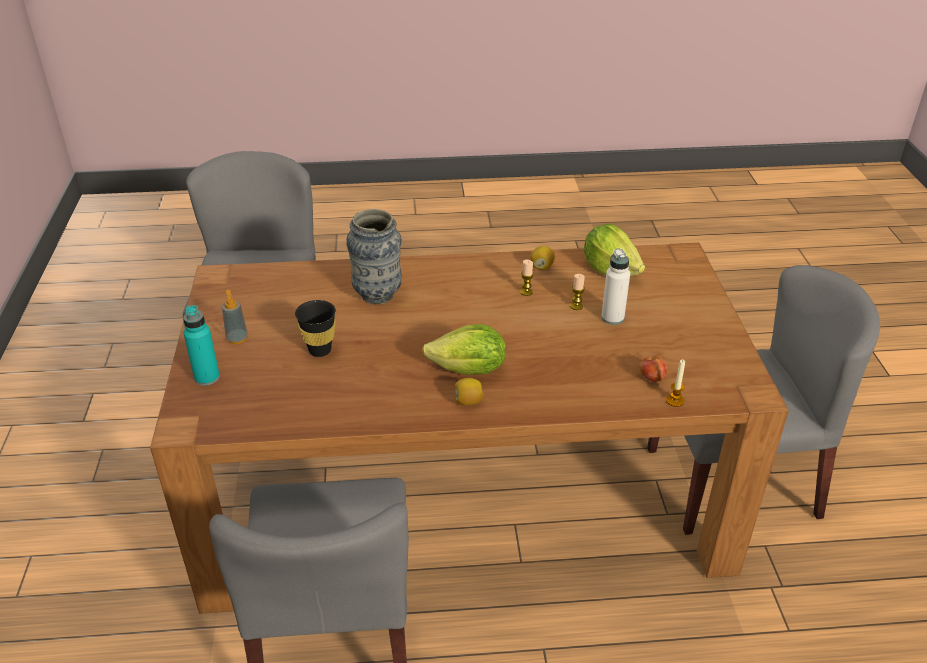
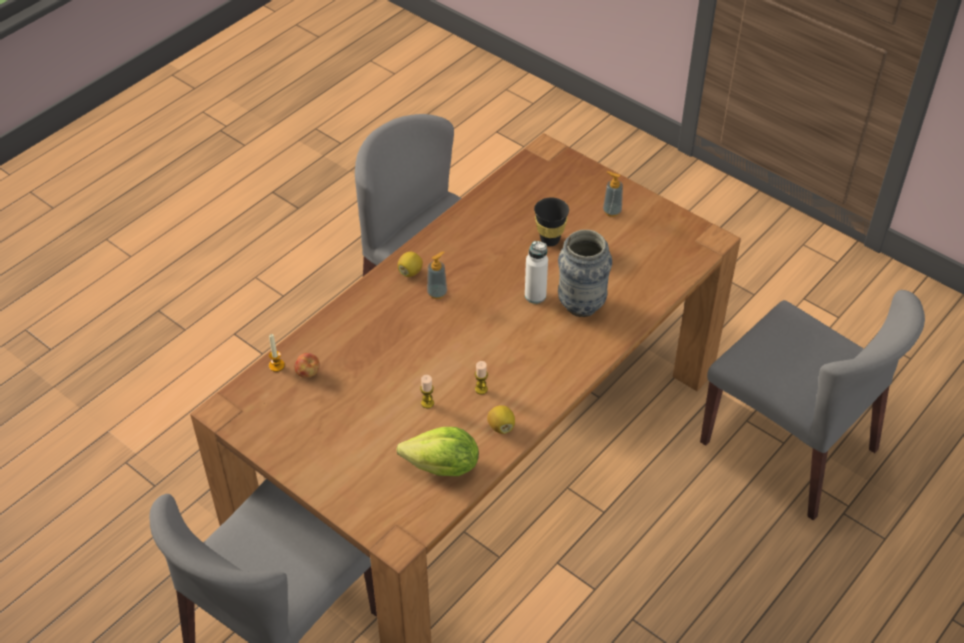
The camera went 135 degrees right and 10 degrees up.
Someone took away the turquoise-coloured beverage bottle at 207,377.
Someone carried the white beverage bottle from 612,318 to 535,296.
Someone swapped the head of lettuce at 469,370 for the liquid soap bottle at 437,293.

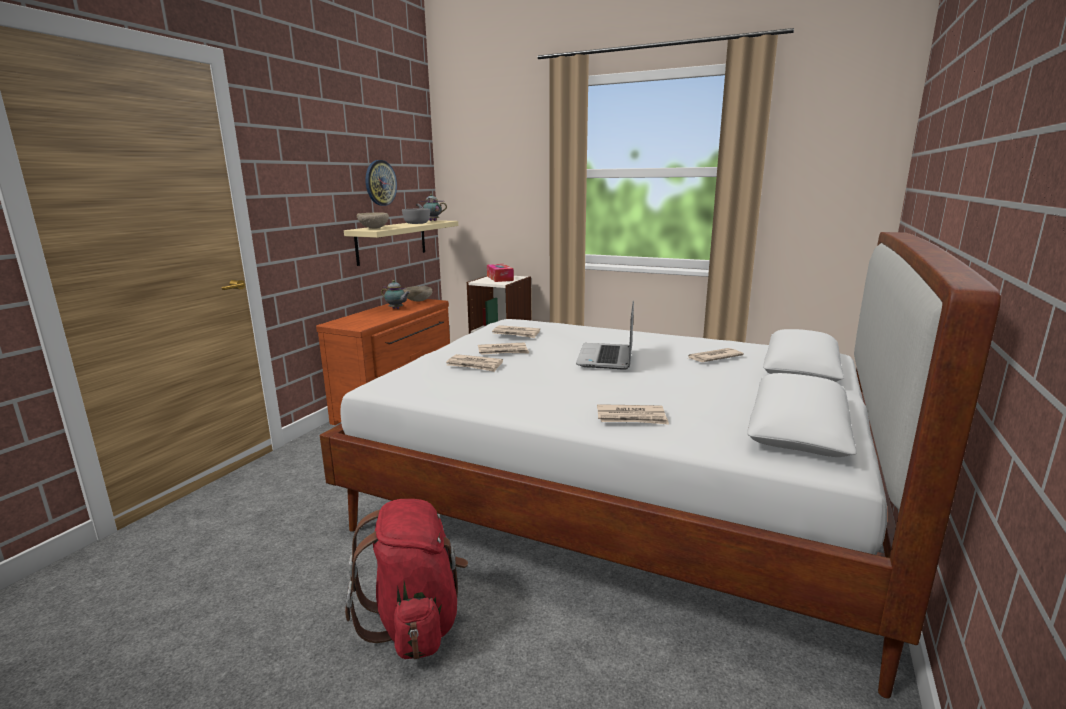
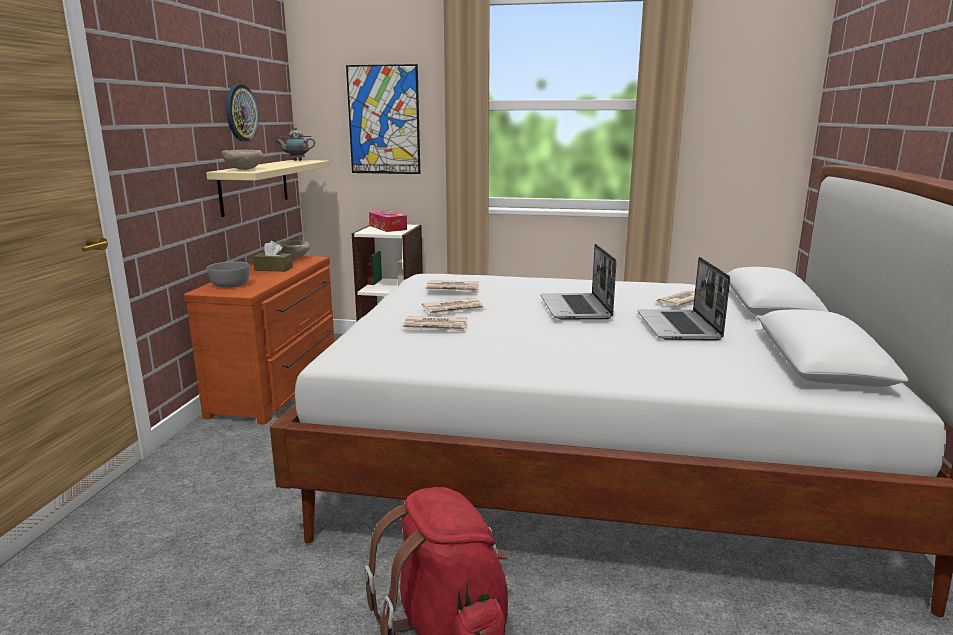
The camera went 15 degrees left and 0 degrees up.
Someone took away the printed paper at 632,418.
Someone put up the wall art at 384,120.
Someone put down the portable computer at 679,327.
Someone carried the gray deep dish from 416,223 to 230,285.
Someone swapped the pot for tea at 396,309 for the brownish tissue box at 273,269.

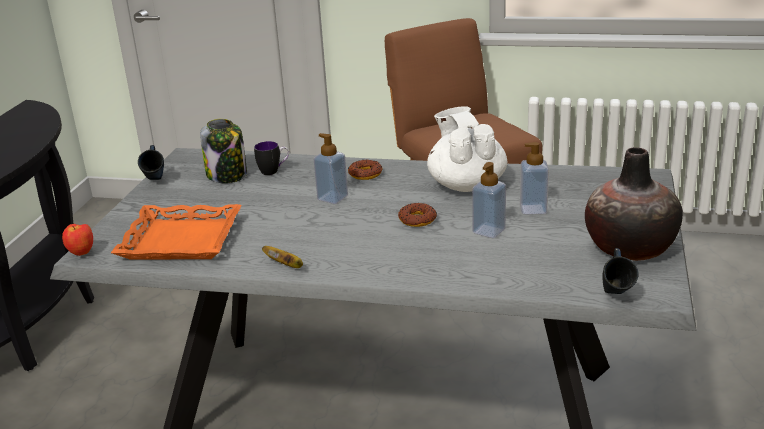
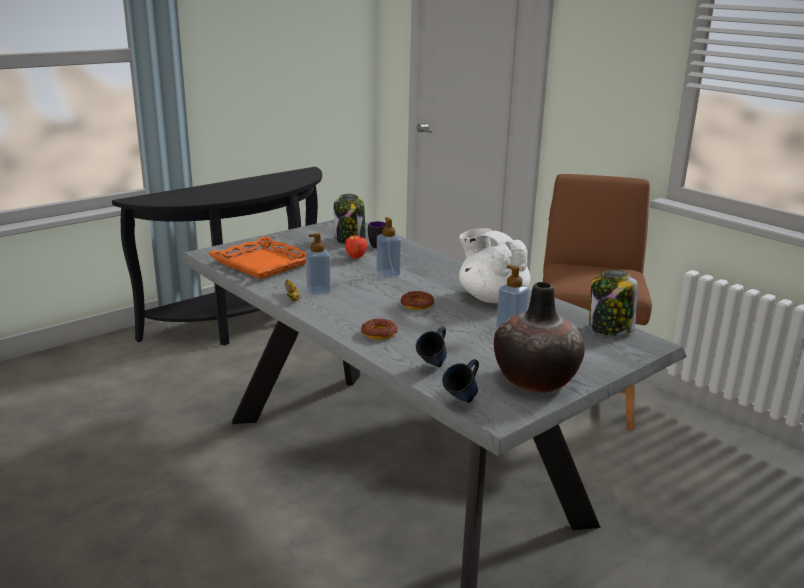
The camera went 35 degrees right and 5 degrees down.
Someone put down the preserve jar at 610,329.
Someone carried the whole apple from 82,253 to 356,258.
Someone carried the blue coffee mug from 155,181 to 433,368.
Someone carried the ring doughnut from 365,174 to 379,333.
Someone carried the liquid soap bottle from 489,231 to 318,291.
Someone rotated the white pot for tea at 466,184 by 60 degrees counterclockwise.

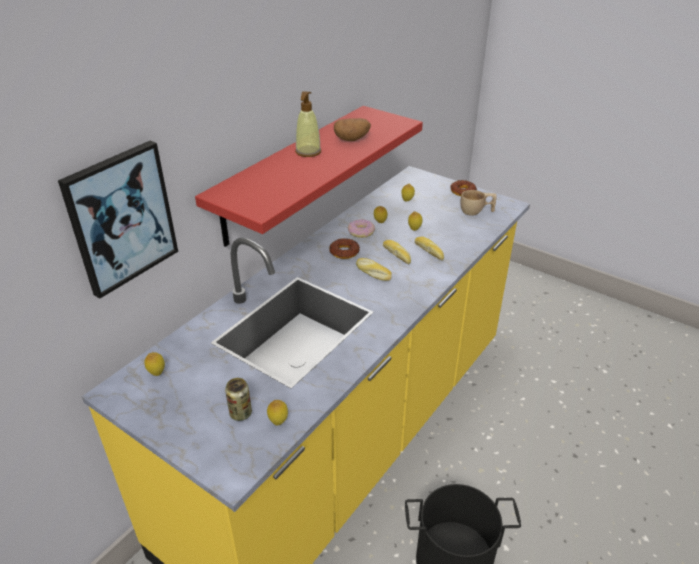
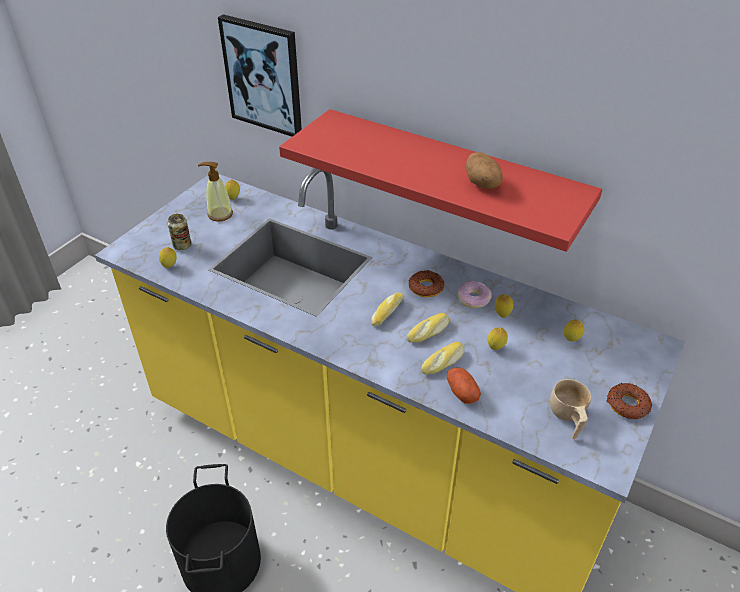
The camera went 85 degrees right and 5 degrees up.
Someone put down the spud at 462,392.
Someone carried the liquid soap bottle from 308,152 to 220,214.

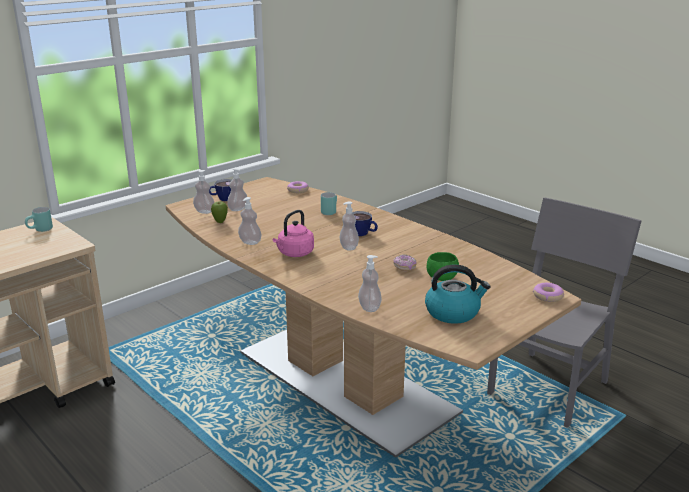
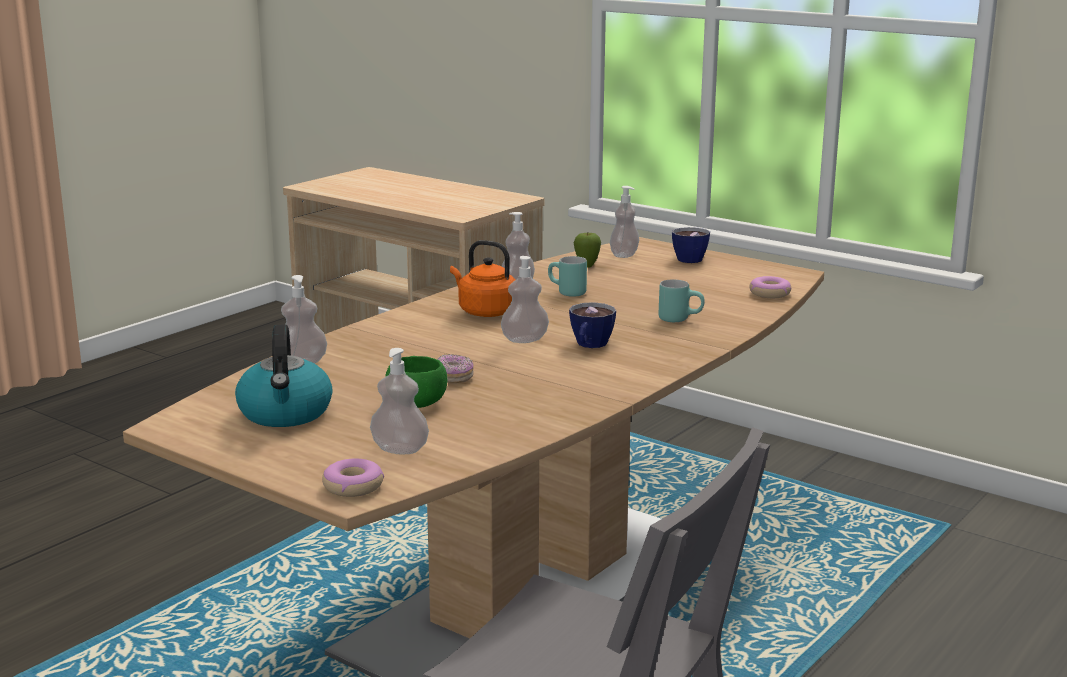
The camera went 80 degrees right and 5 degrees down.
Someone carried the turquoise-coloured coffee mug from 41,230 to 565,293.
Someone carried the liquid soap bottle from 238,209 to 400,449.
Someone repainted the pink tea kettle at 294,253, which became the orangey tea kettle at 485,312.

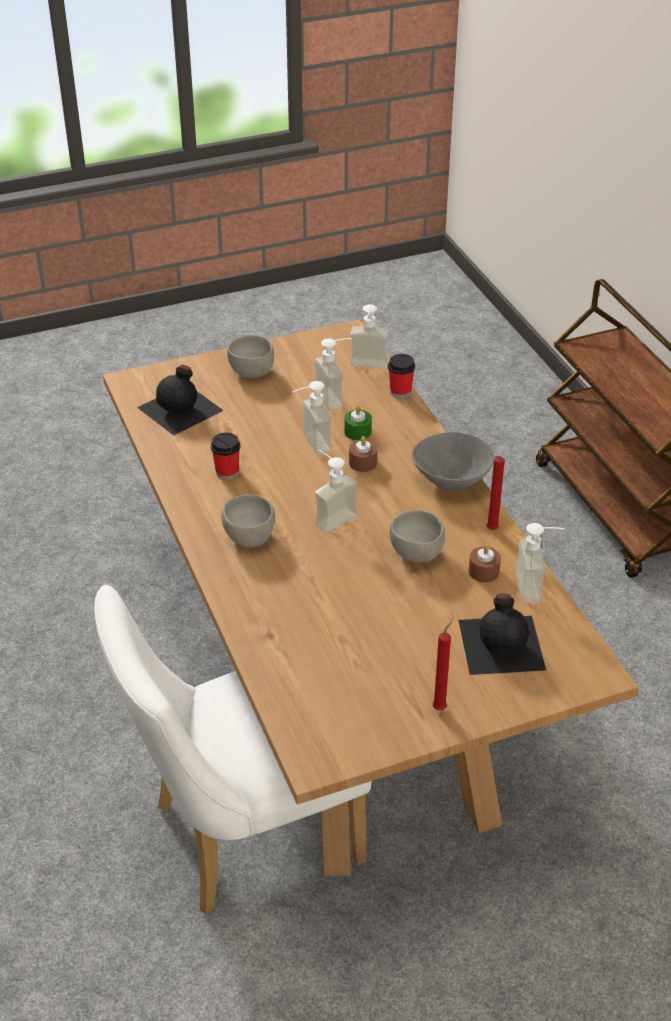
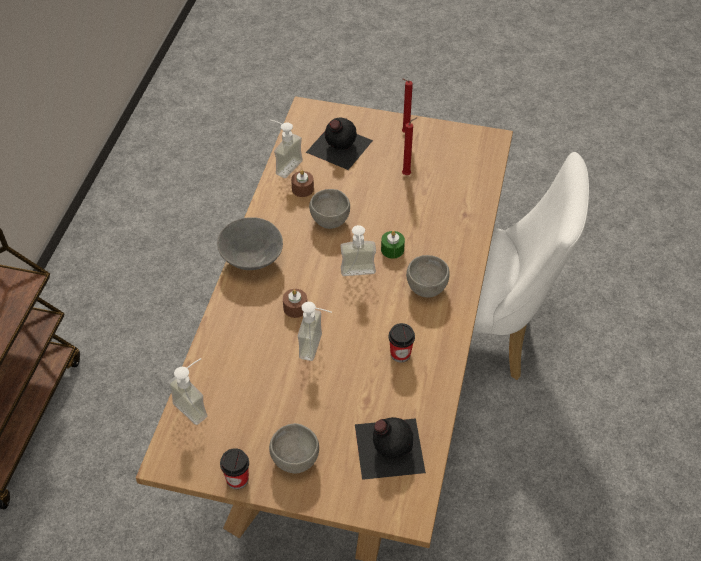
The camera went 145 degrees left and 10 degrees up.
Someone took away the liquid soap bottle at 336,397.
Someone carried the greenish wax light from 357,432 to 392,249.
Someone carried the drinking cup from 400,392 to 237,479.
Someone carried the red wax light from 491,531 to 407,174.

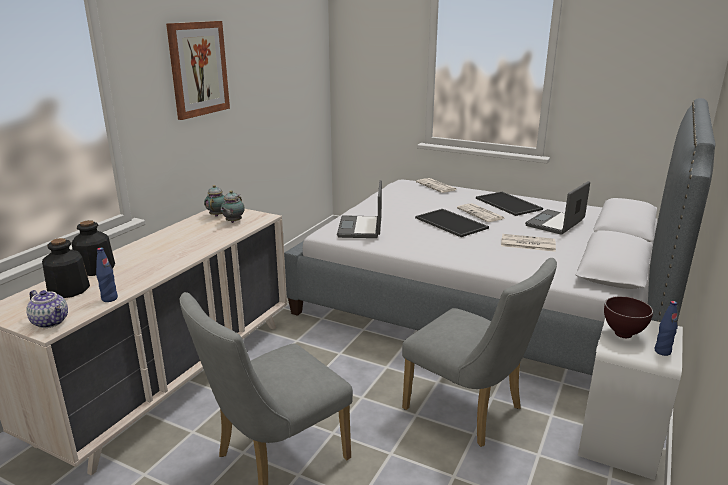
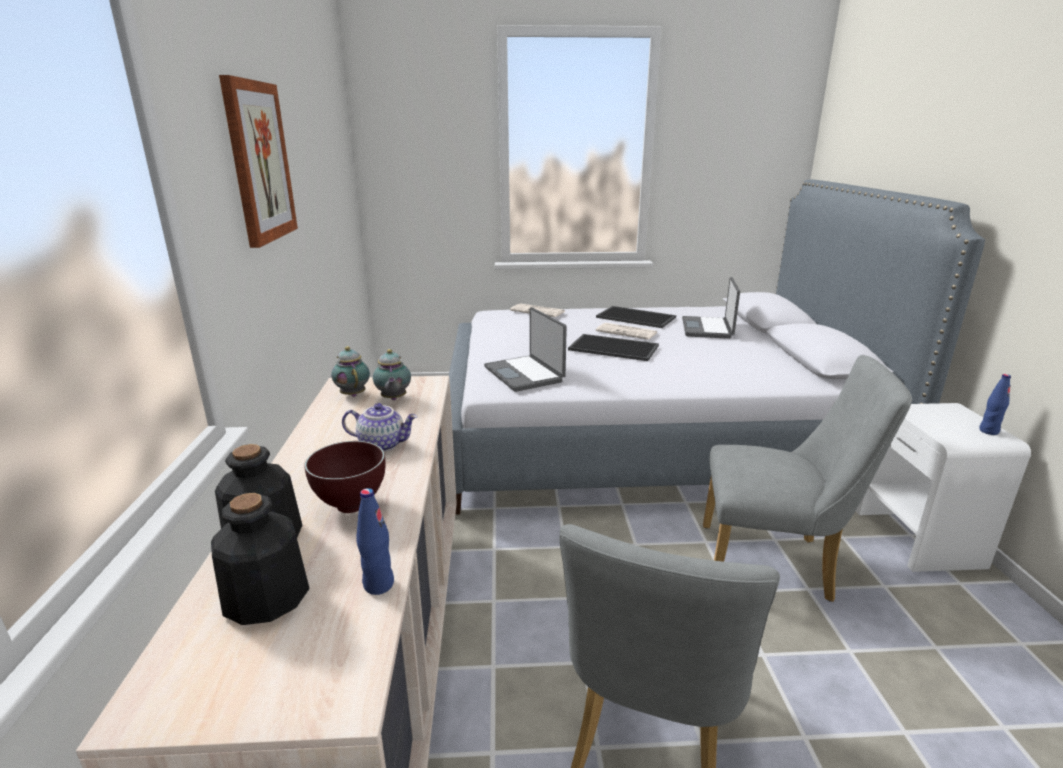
The camera went 30 degrees left and 0 degrees up.
Someone took away the printed paper at 527,243.
Someone carried the pot for tea from 51,322 to 383,444.
Someone carried the brownish deep dish from 624,335 to 353,507.

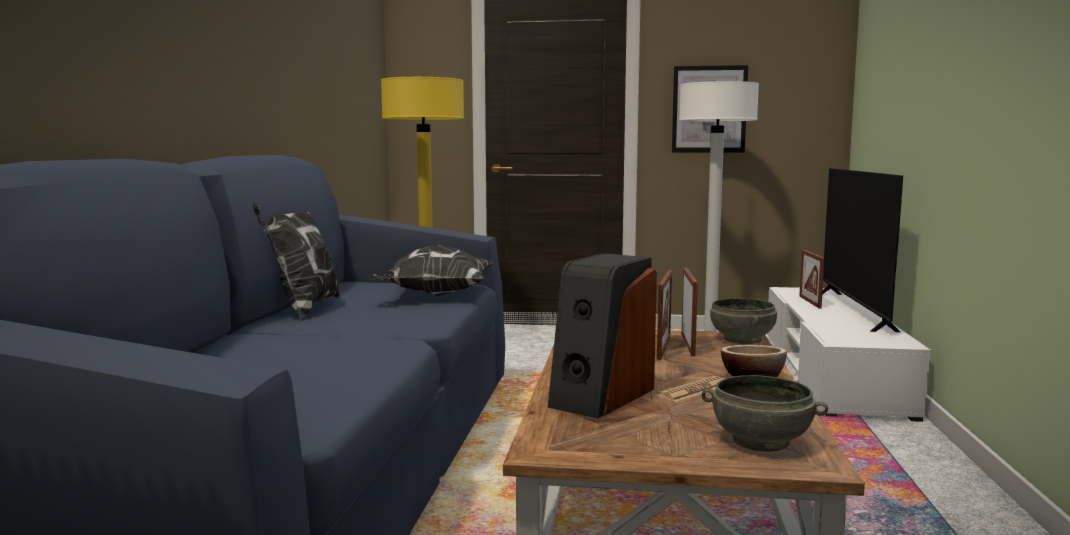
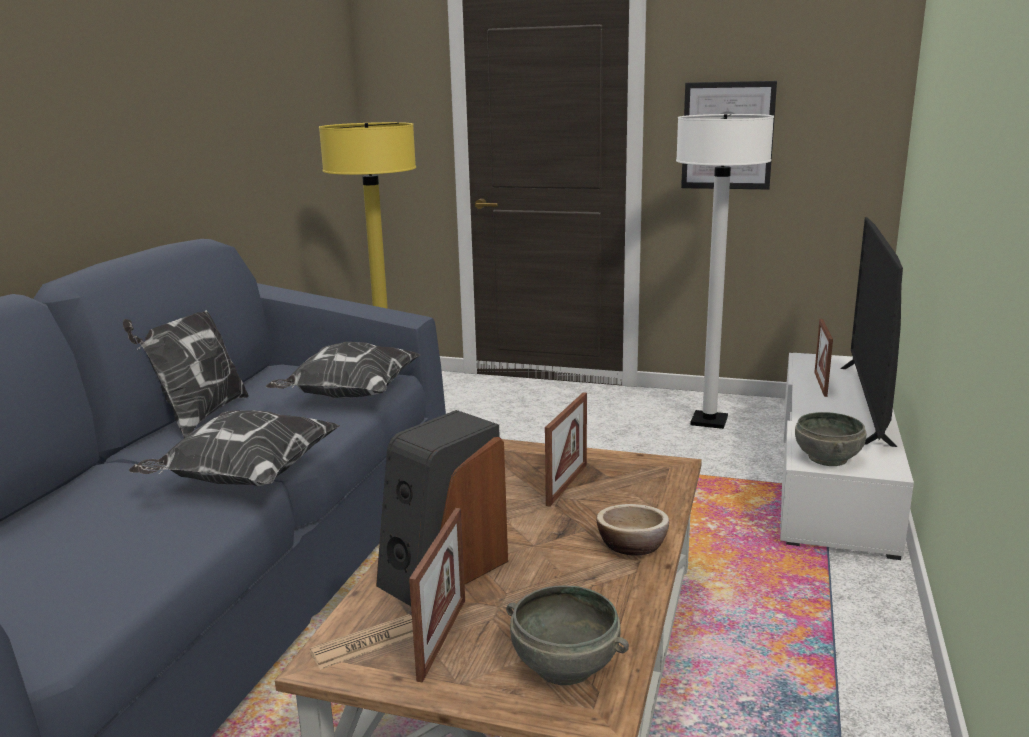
The camera went 10 degrees right and 10 degrees up.
Someone put down the throw pillow at 243,479.
Someone carried the printed paper from 694,391 to 366,643.
Someone carried the standing frame from 688,344 to 442,638.
Someone carried the gray deep dish from 743,339 to 828,458.

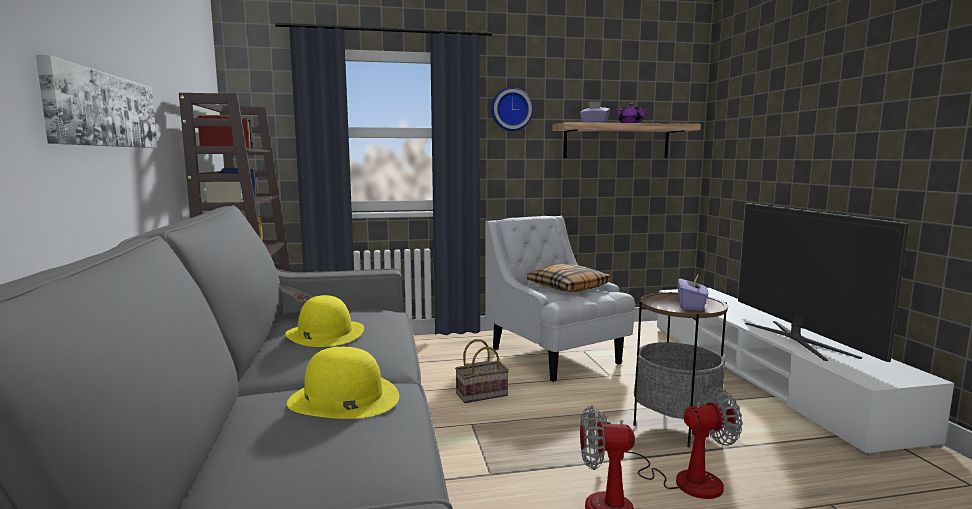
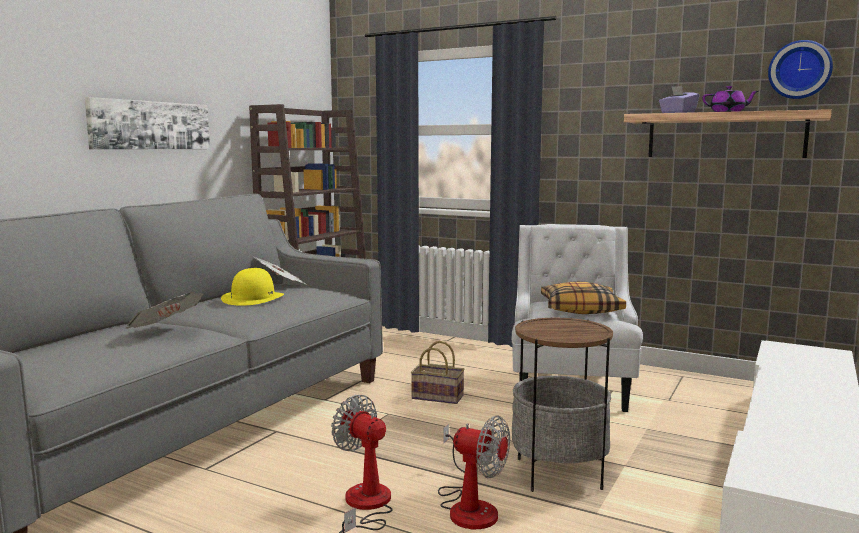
The camera went 40 degrees right and 0 degrees up.
Someone took away the purplish tissue box at 691,305.
Someone took away the TV set at 798,339.
Someone carried the wall clock from 511,109 to 799,70.
Someone swapped the yellow clothing hat at 343,398 for the printed paper at 165,330.

